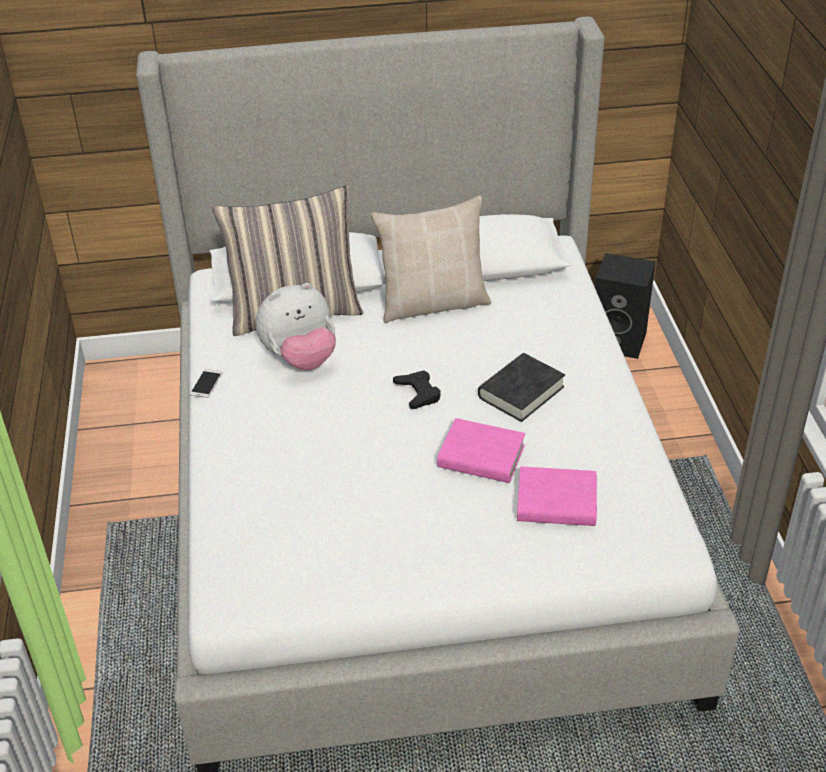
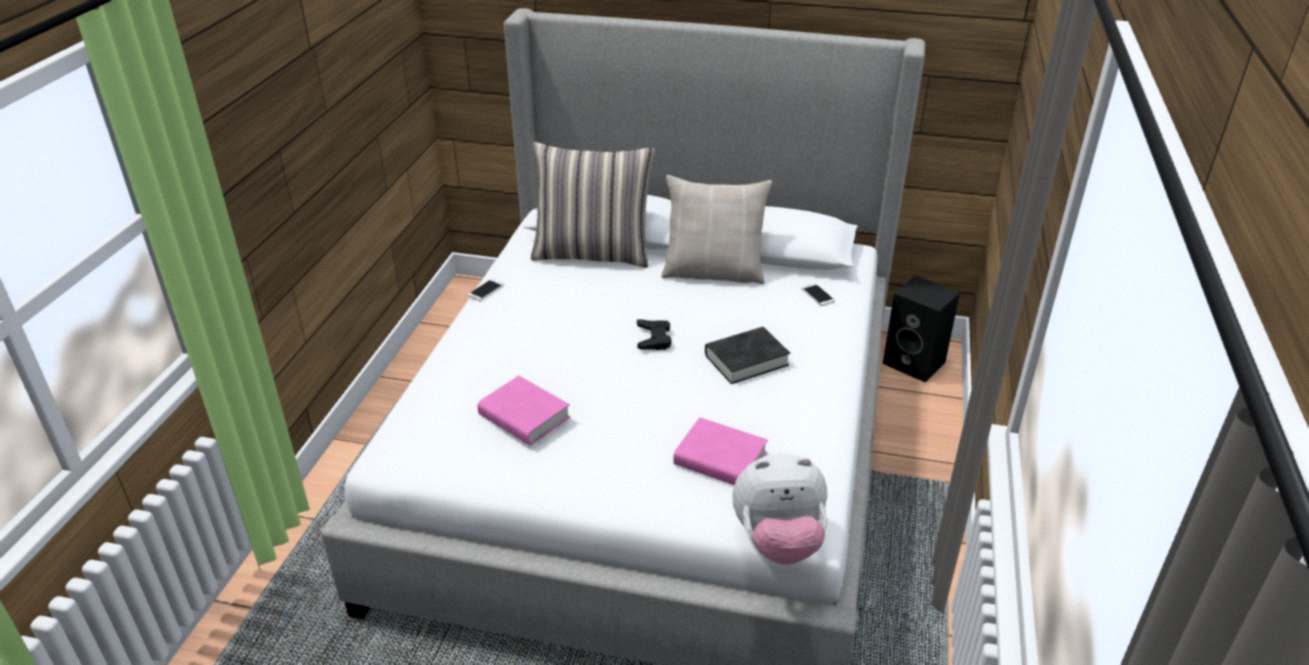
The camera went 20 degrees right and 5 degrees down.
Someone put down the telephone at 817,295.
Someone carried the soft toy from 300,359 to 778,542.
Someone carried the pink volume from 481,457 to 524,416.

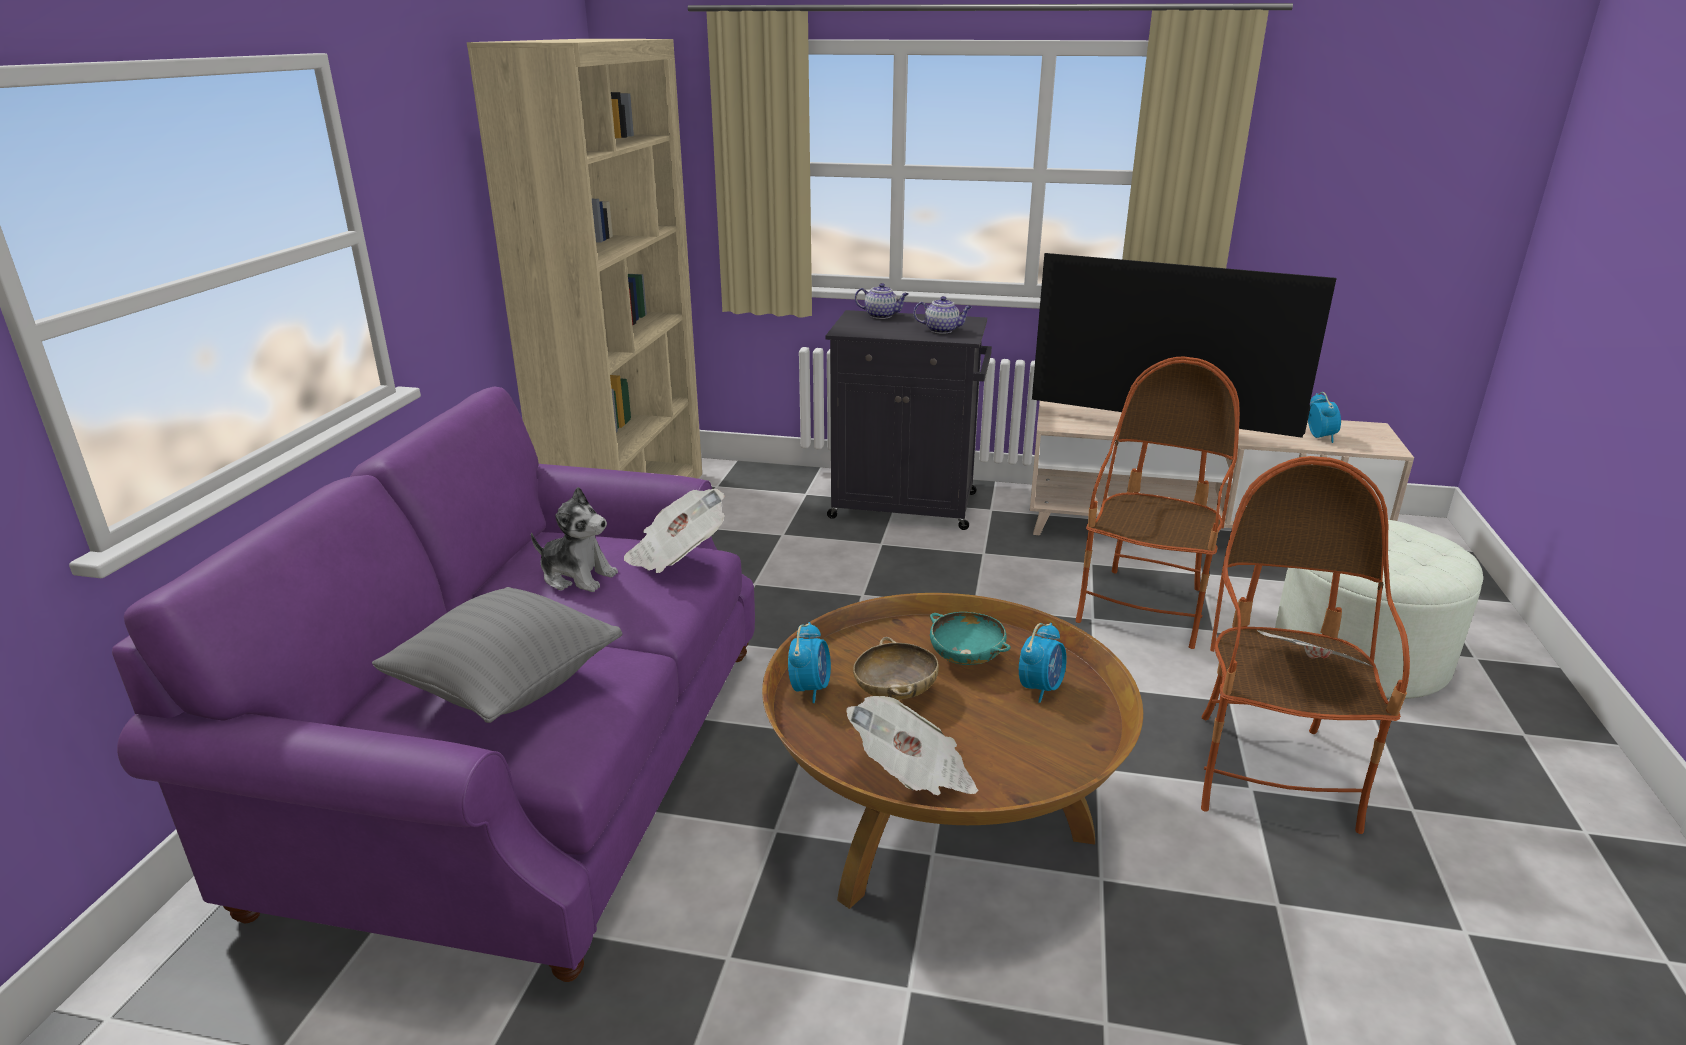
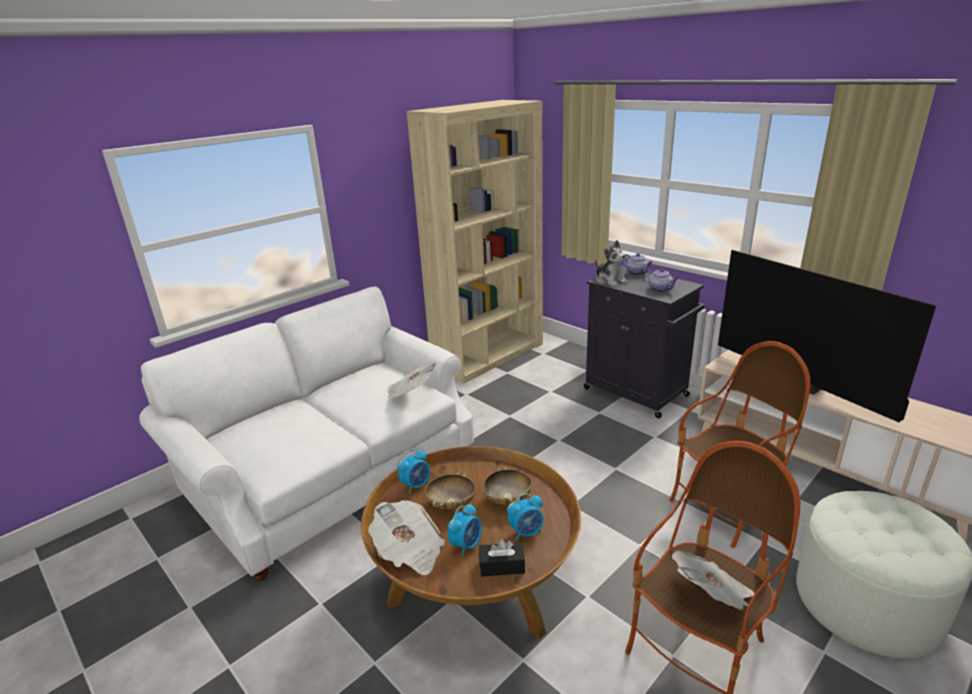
The camera went 35 degrees right and 0 degrees up.
Someone took away the gray throw pillow at 507,688.
Someone put down the black-coloured tissue box at 502,566.
Someone carried the soft toy from 577,576 to 610,280.
Someone carried the table clock from 1320,437 to 466,544.
Someone repainted the purplish sofa at 532,764, which became the white sofa at 333,475.
Someone repainted the turquoise-coloured deep dish at 966,658, which became the beige deep dish at 508,498.

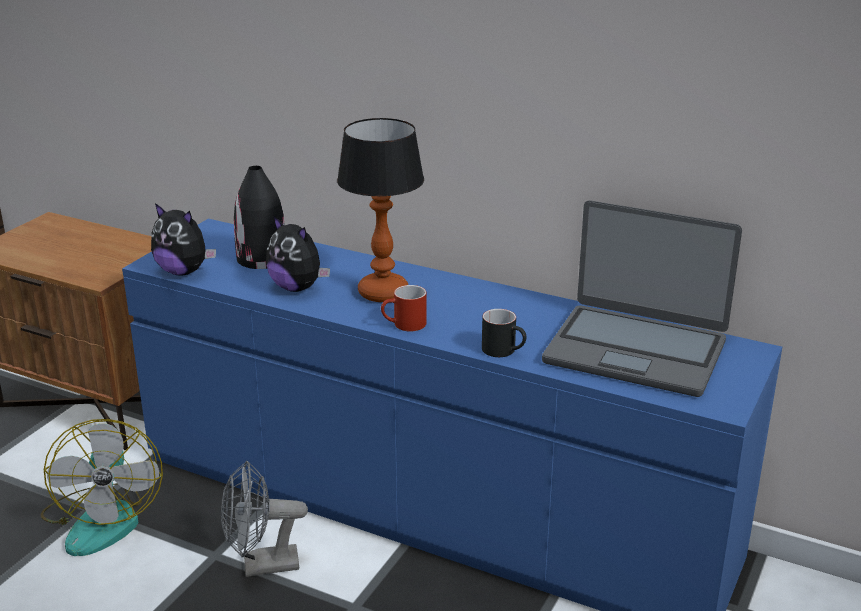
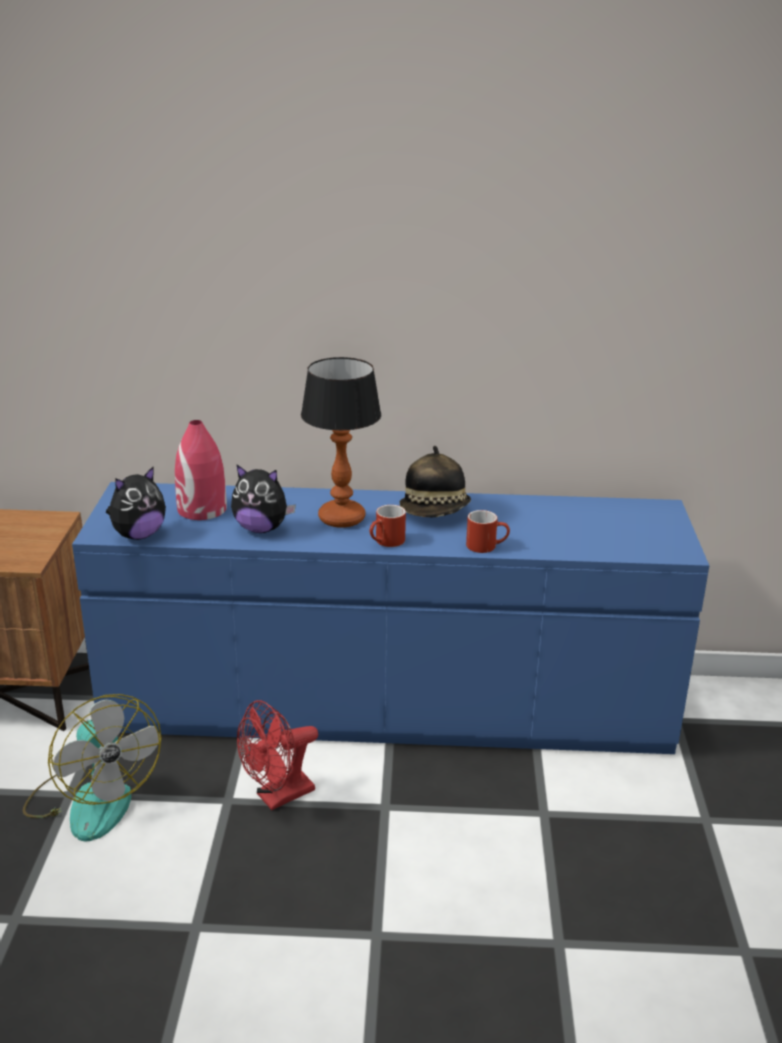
The camera went 25 degrees left and 0 degrees up.
Someone took away the portable computer at 635,351.
Someone put down the clothing hat at 435,512.
Someone repainted the gray cooling fan at 261,566, which became the red cooling fan at 278,797.
Someone repainted the black-coloured decorative vase at 261,258, which became the red decorative vase at 202,509.
Someone repainted the black-coloured coffee mug at 504,350, which became the red coffee mug at 487,546.
Someone rotated the soft toy at 183,271 by 45 degrees counterclockwise.

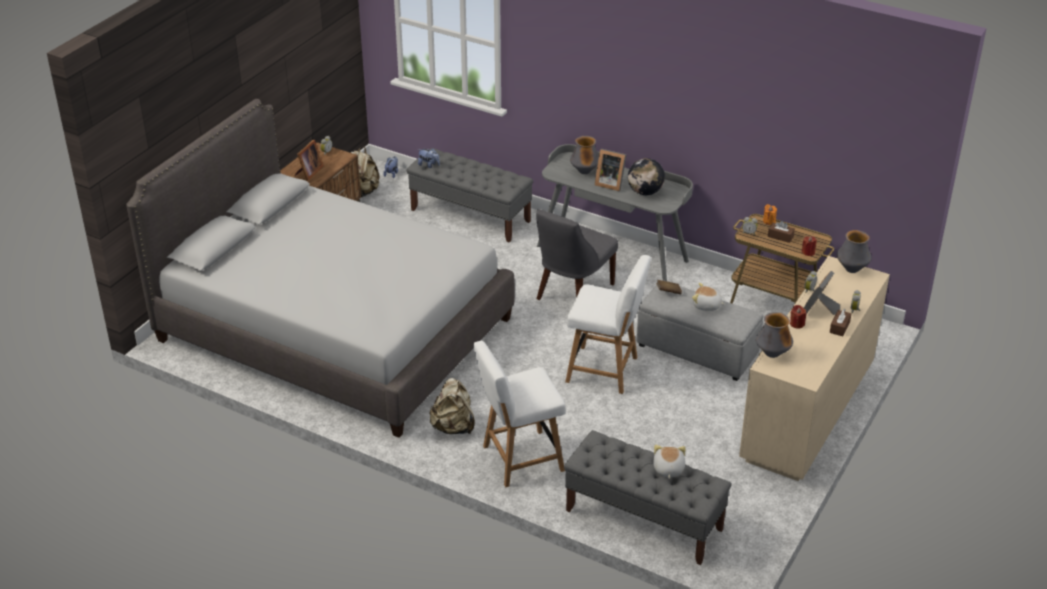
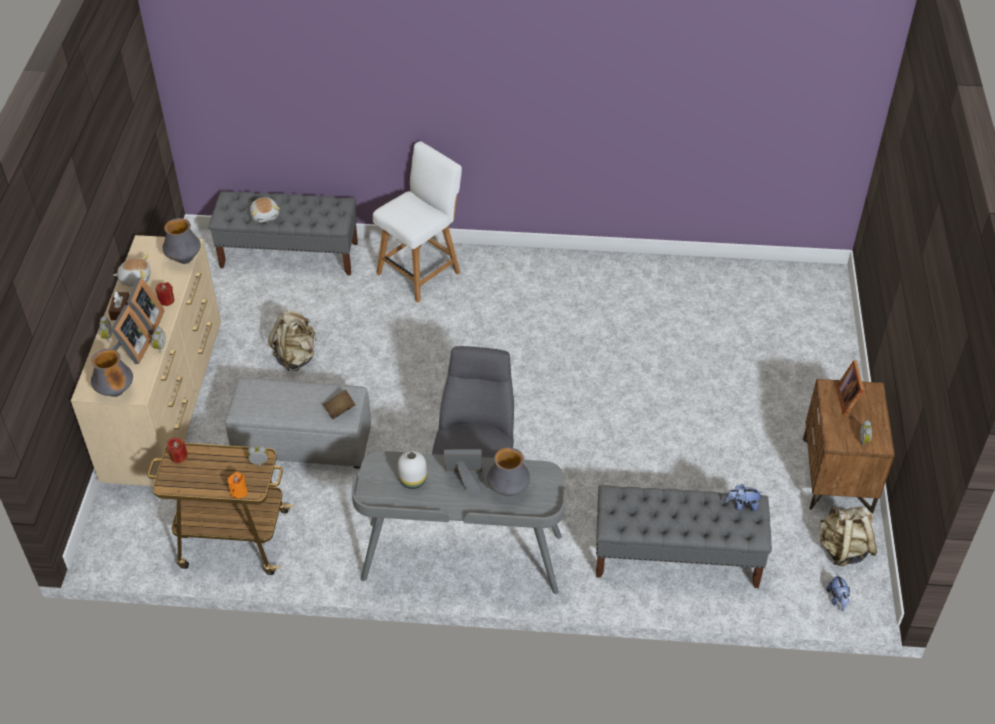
The camera went 155 degrees right and 10 degrees up.
Someone took away the gray bedroom bed at 334,329.
Someone took away the white chair at 605,370.
Someone took away the brownish tissue box at 780,236.
Someone put down the standing frame at 131,351.
Someone carried the beige rucksack from 453,427 to 296,357.
Someone carried the soft toy from 706,306 to 135,278.
Someone swapped the desk globe at 645,192 for the white decorative vase at 413,480.

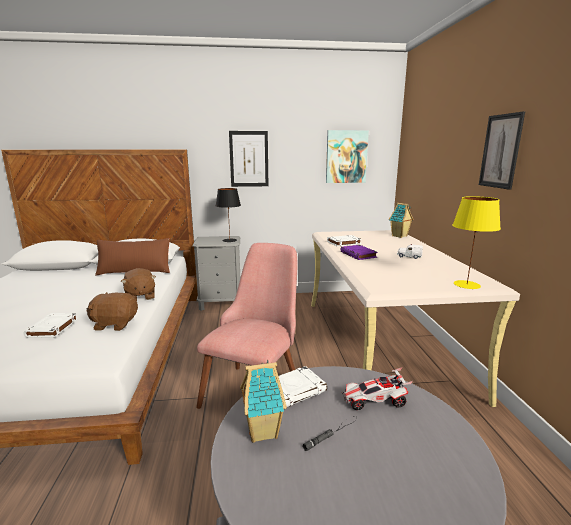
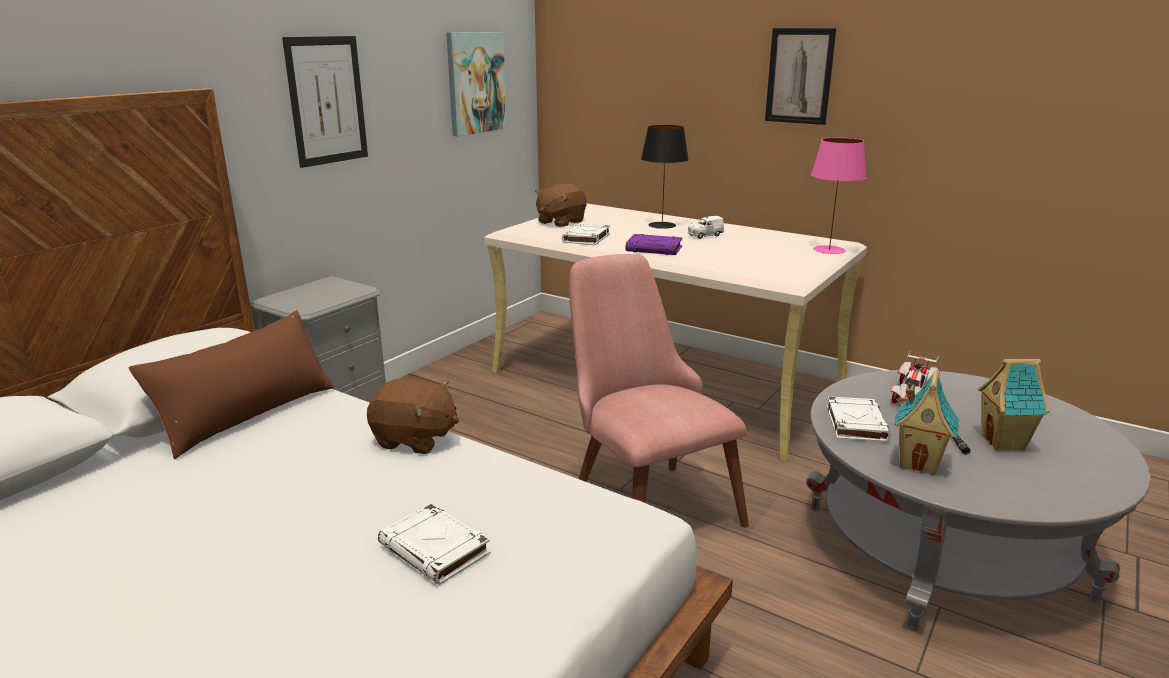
The camera went 50 degrees left and 5 degrees up.
Someone carried the brownish soft toy from 115,324 to 560,222.
Someone carried the black-coloured tabletop lamp from 229,240 to 661,225.
Someone carried the miniature house from 399,236 to 1004,443.
Someone repainted the yellow tabletop lamp at 466,284, which became the pink tabletop lamp at 828,250.

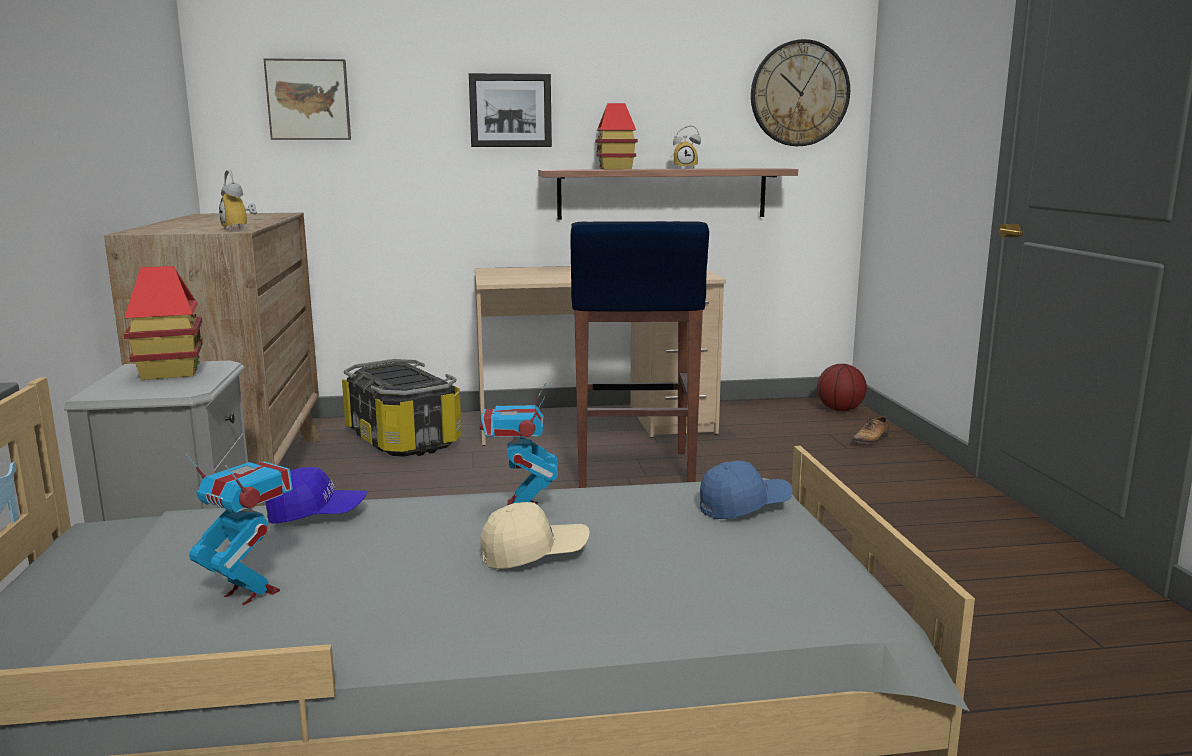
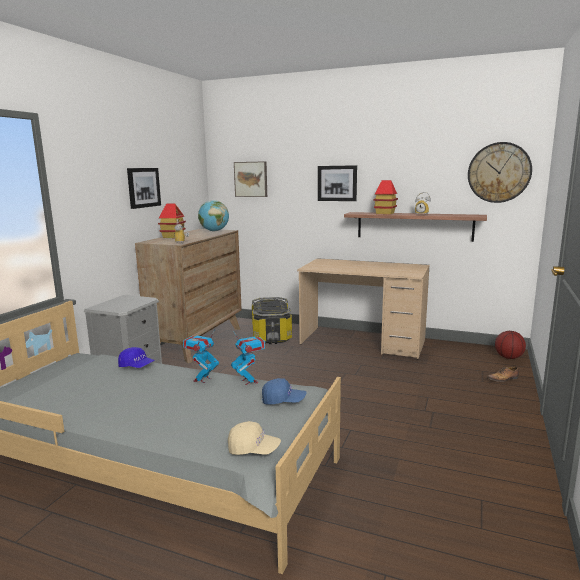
The camera went 30 degrees right and 0 degrees up.
Someone took away the blue sitting stool at 634,470.
Someone put up the wall art at 143,187.
Someone put down the desk globe at 214,231.
Someone carried the miniature house from 170,372 to 173,236.
Someone carried the robot figure from 251,592 to 249,381.
Someone carried the beige baseball cap from 534,555 to 253,449.

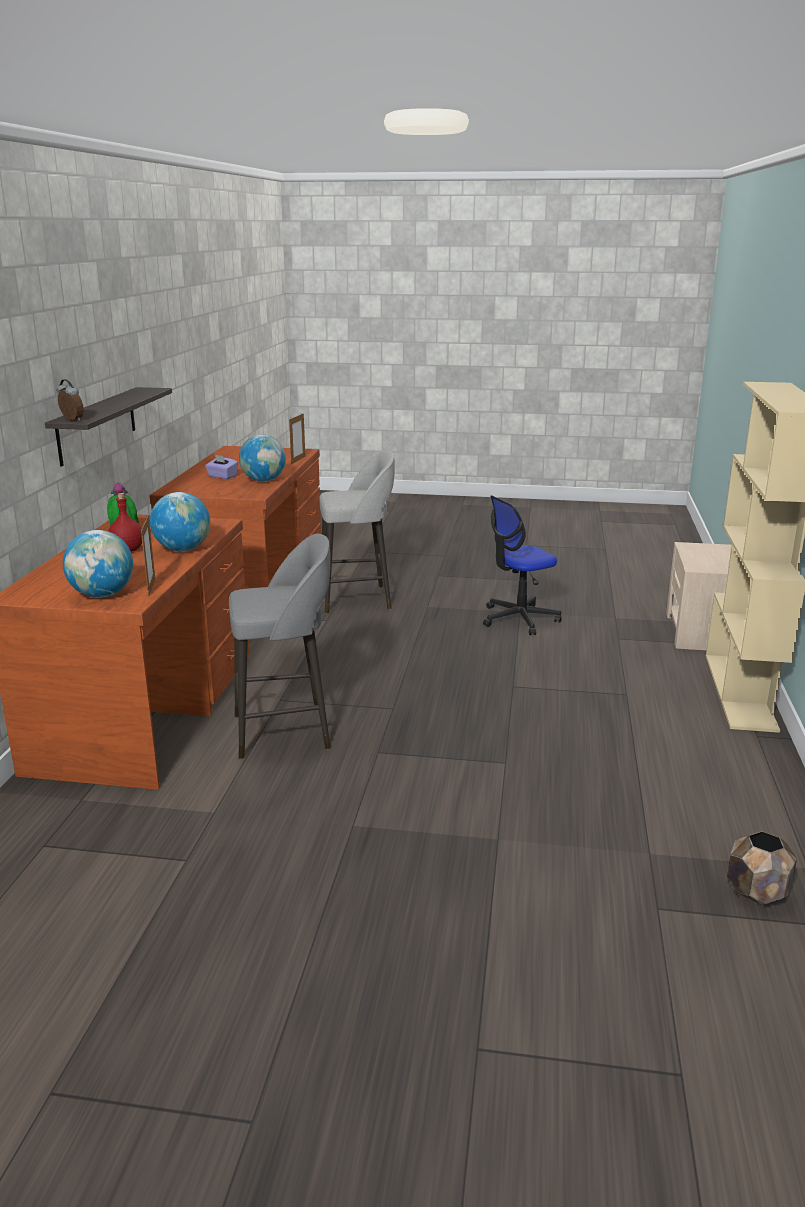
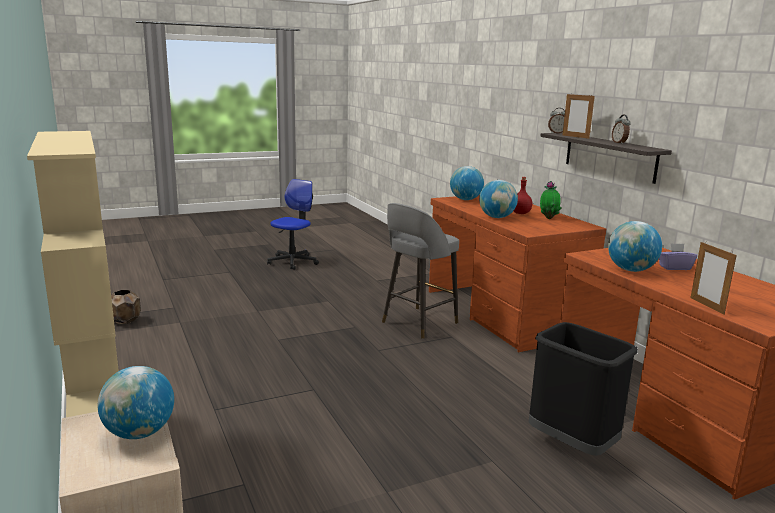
The camera went 145 degrees right and 5 degrees down.
Someone put down the desk globe at 139,433.
Someone put down the table clock at 619,143.
Someone carried the standing frame from 151,587 to 575,137.
Someone carried the desk chair from 519,619 to 292,262.
Someone swapped the gray sitting stool at 357,599 for the black-coloured trash can at 571,445.

